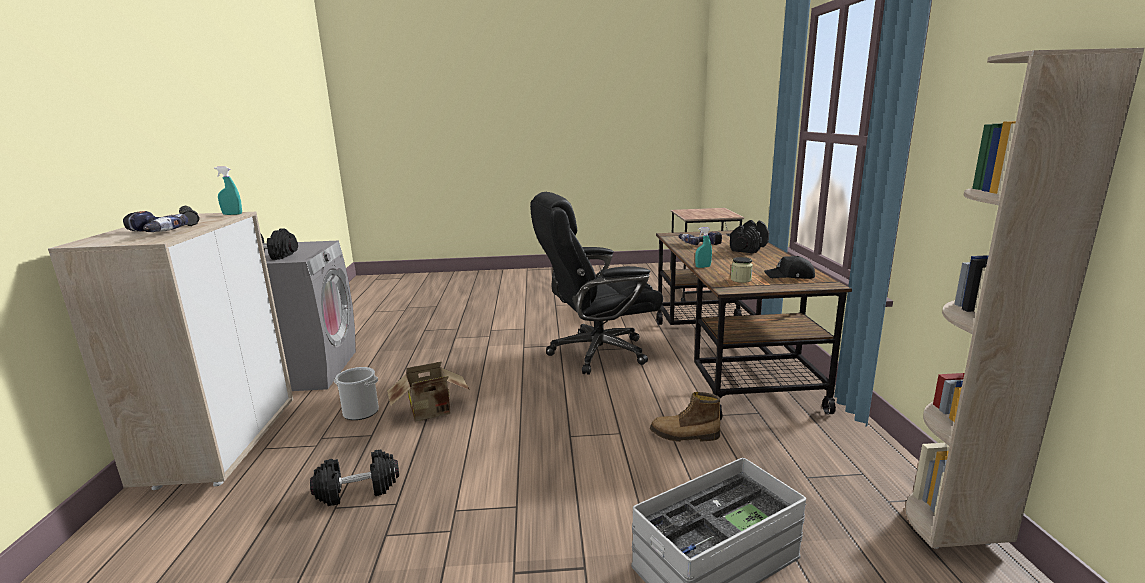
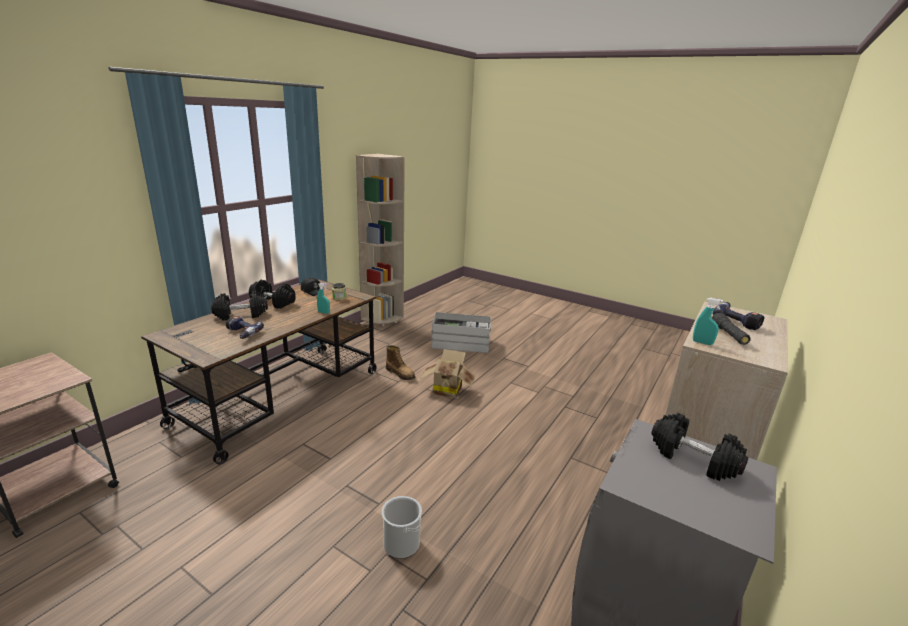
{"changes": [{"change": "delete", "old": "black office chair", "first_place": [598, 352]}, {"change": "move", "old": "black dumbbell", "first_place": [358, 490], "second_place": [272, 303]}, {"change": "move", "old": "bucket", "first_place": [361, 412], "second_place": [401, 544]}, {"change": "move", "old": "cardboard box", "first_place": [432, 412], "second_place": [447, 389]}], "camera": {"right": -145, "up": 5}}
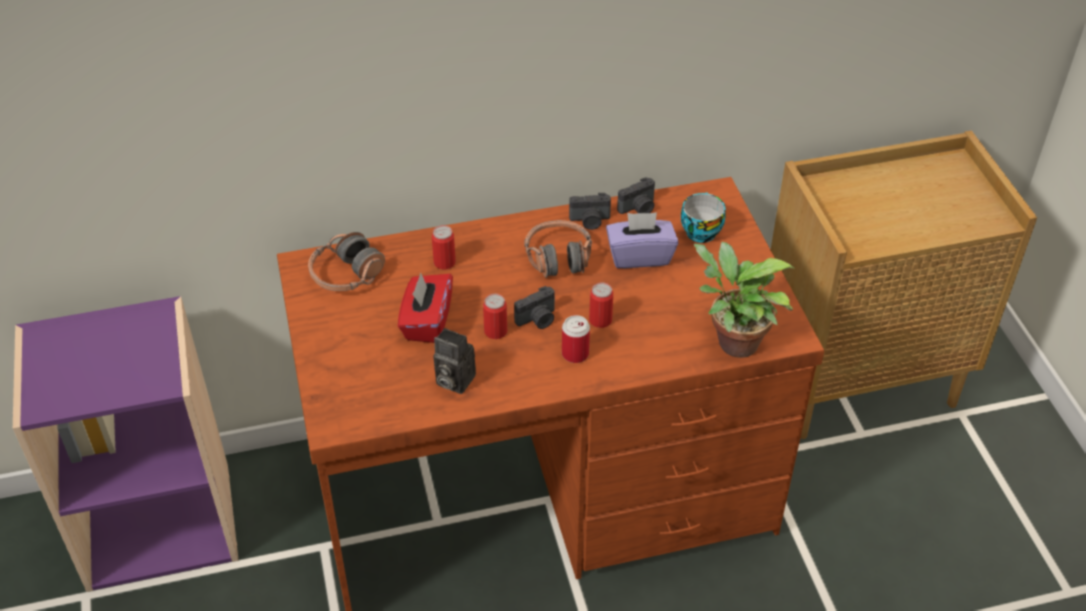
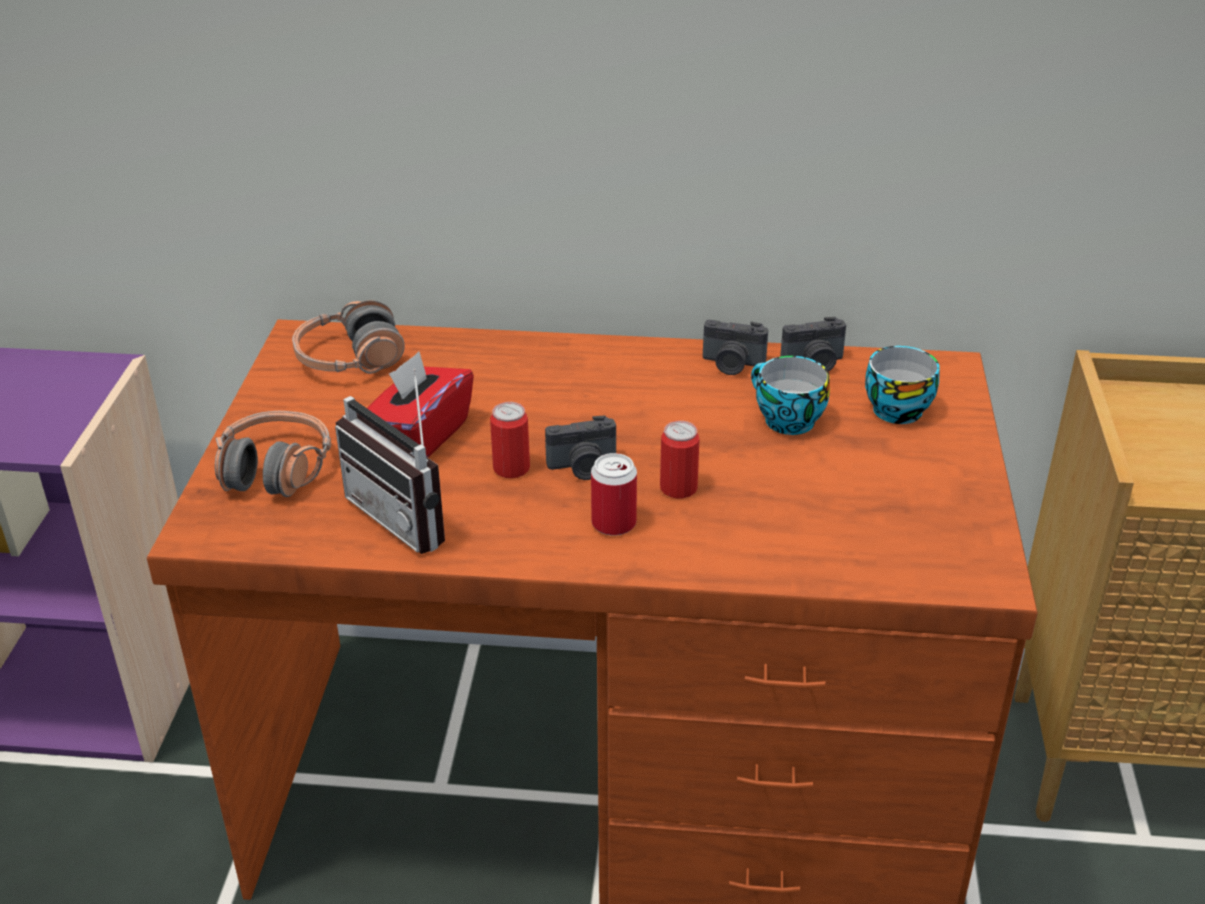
{"changes": [{"change": "delete", "old": "can", "first_place": [444, 262]}, {"change": "delete", "old": "potted plant", "first_place": [732, 342]}, {"change": "move", "old": "headphones", "first_place": [558, 257], "second_place": [274, 469]}, {"change": "replace", "old": "photo camera", "new": "radio", "first_place": [452, 380], "second_place": [408, 515]}, {"change": "replace", "old": "purple tissue box", "new": "cup", "first_place": [640, 256], "second_place": [785, 420]}], "camera": {"right": 20, "up": -10}}
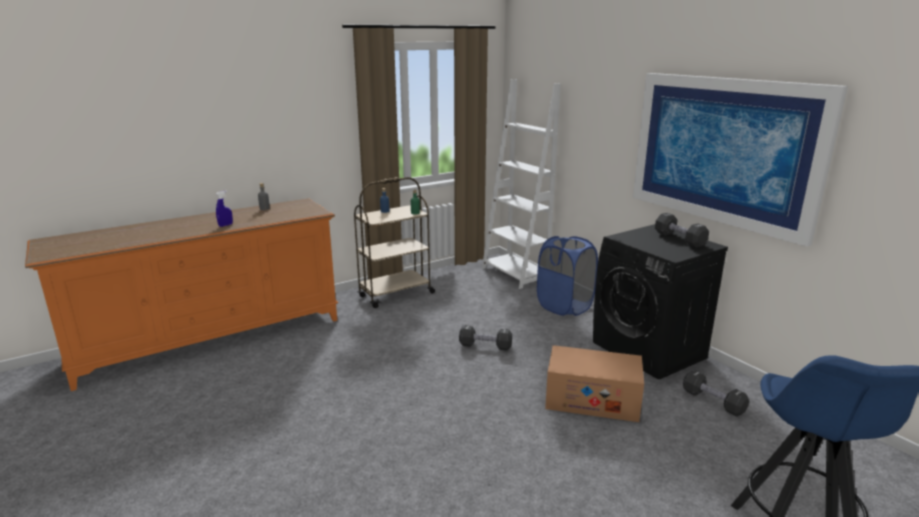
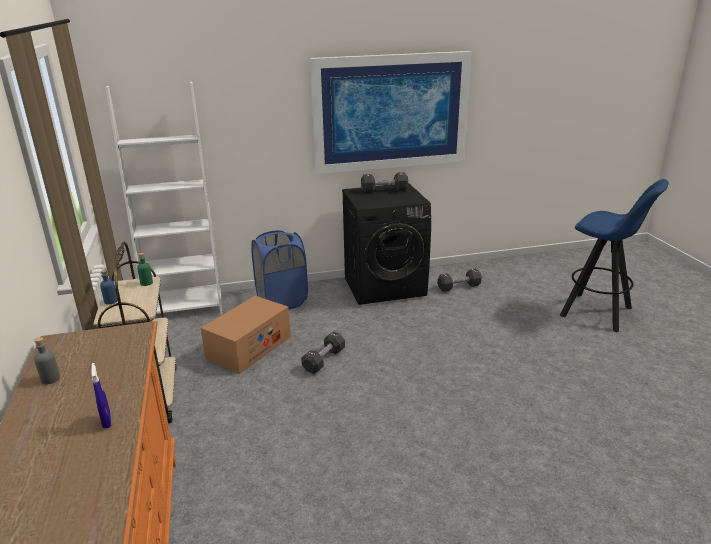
{"changes": [{"change": "move", "old": "cardboard box", "first_place": [592, 400], "second_place": [249, 348]}], "camera": {"right": -70, "up": 5}}
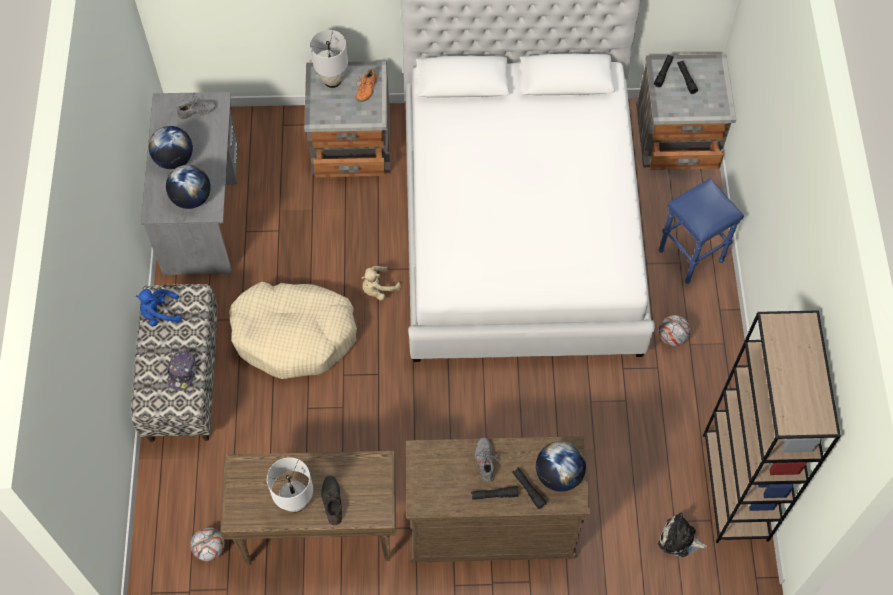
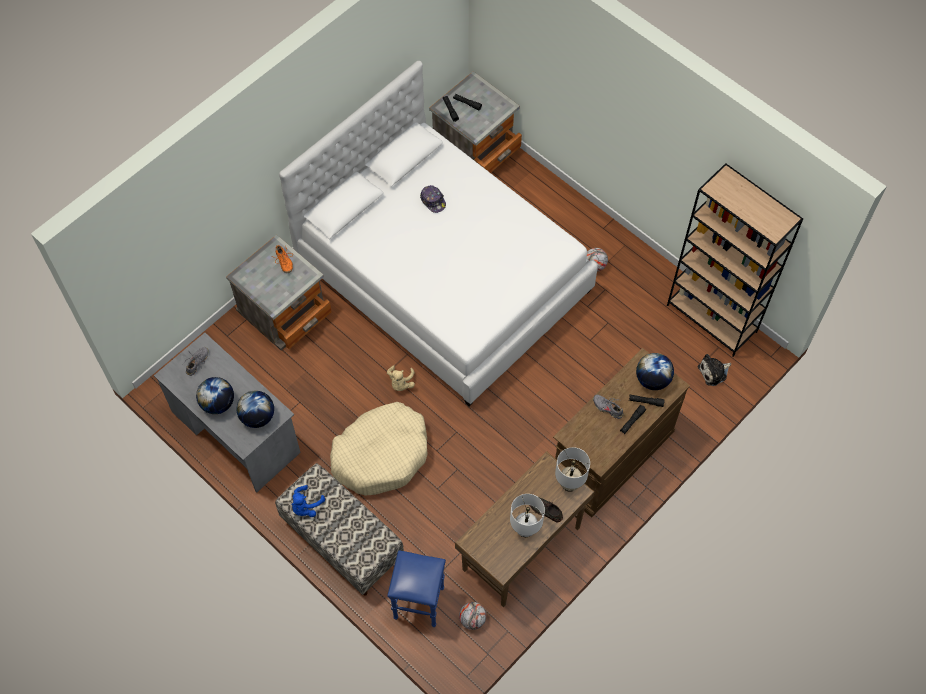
{"changes": [{"change": "move", "old": "cap", "first_place": [183, 373], "second_place": [433, 201]}, {"change": "move", "old": "white table lamp", "first_place": [332, 80], "second_place": [569, 483]}, {"change": "move", "old": "blue stool", "first_place": [690, 257], "second_place": [419, 604]}], "camera": {"right": -45, "up": 0}}
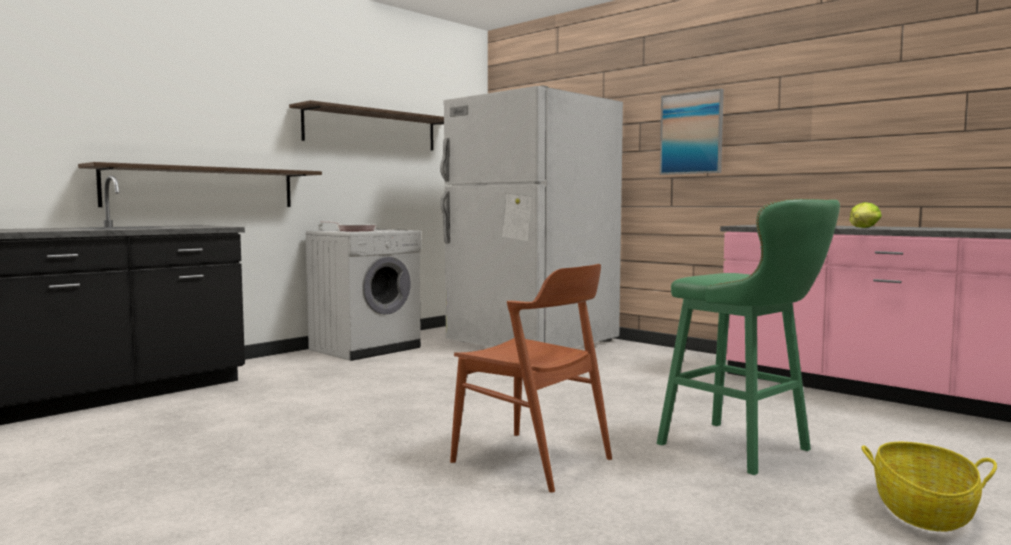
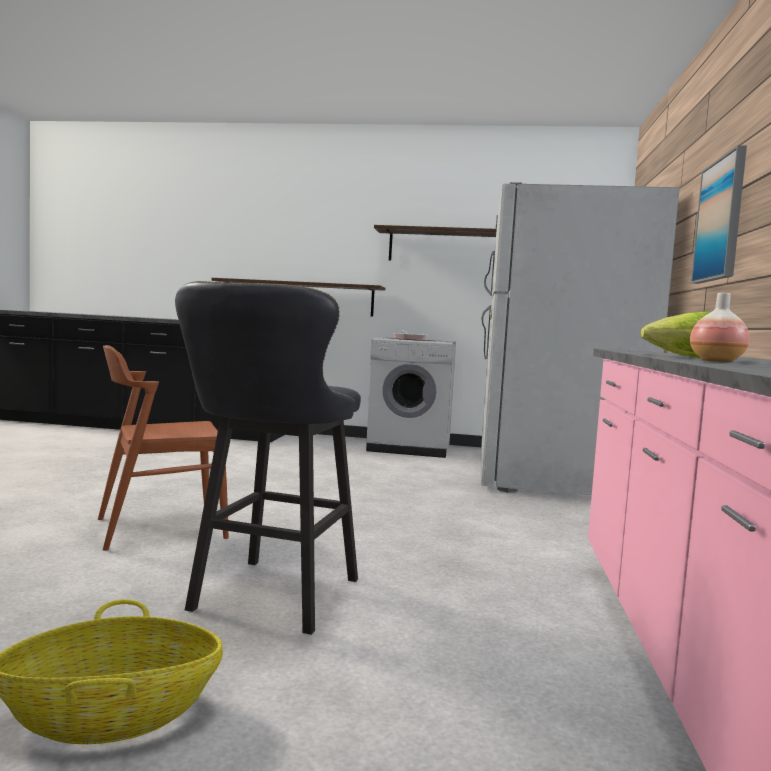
{"changes": [{"change": "insert", "new": "vase", "second_place": [716, 361]}, {"change": "recolor", "old": "green stool", "new": "black stool", "first_place": [748, 451], "second_place": [267, 602]}, {"change": "rotate", "old": "brown chair", "first_place": [532, 460], "second_place": [160, 528], "degrees": 60}], "camera": {"right": 55, "up": 0}}
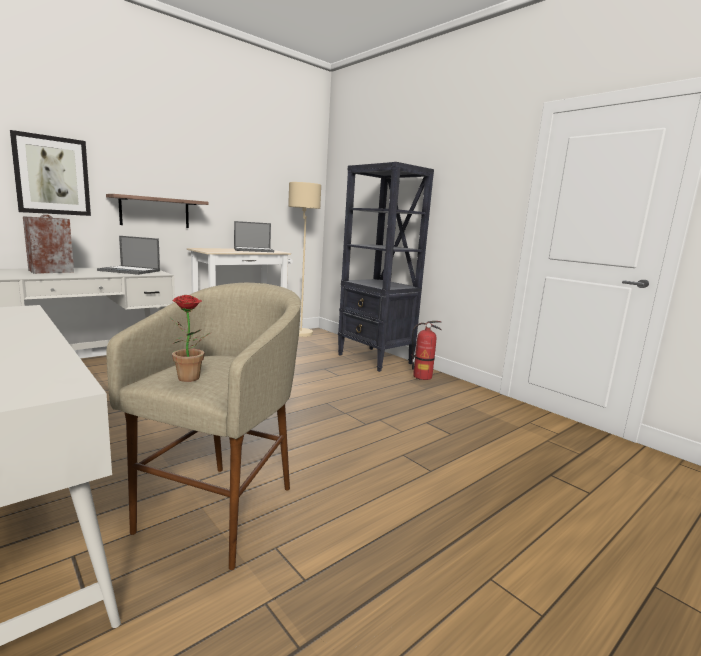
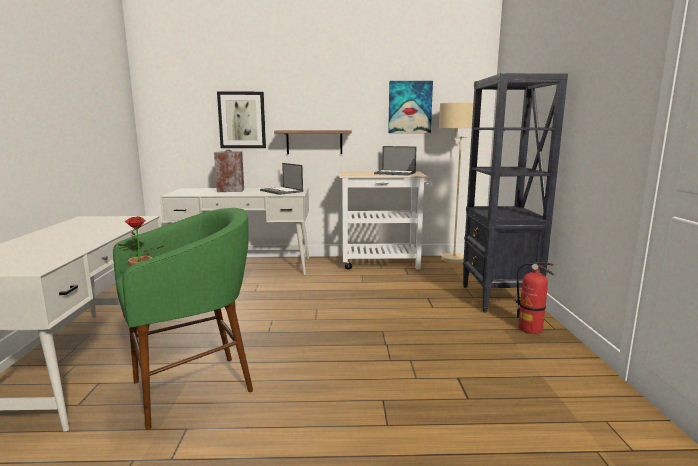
{"changes": [{"change": "insert", "new": "picture", "second_place": [410, 107]}, {"change": "recolor", "old": "beige stool", "new": "green stool", "first_place": [221, 510], "second_place": [194, 388]}], "camera": {"right": 40, "up": 0}}
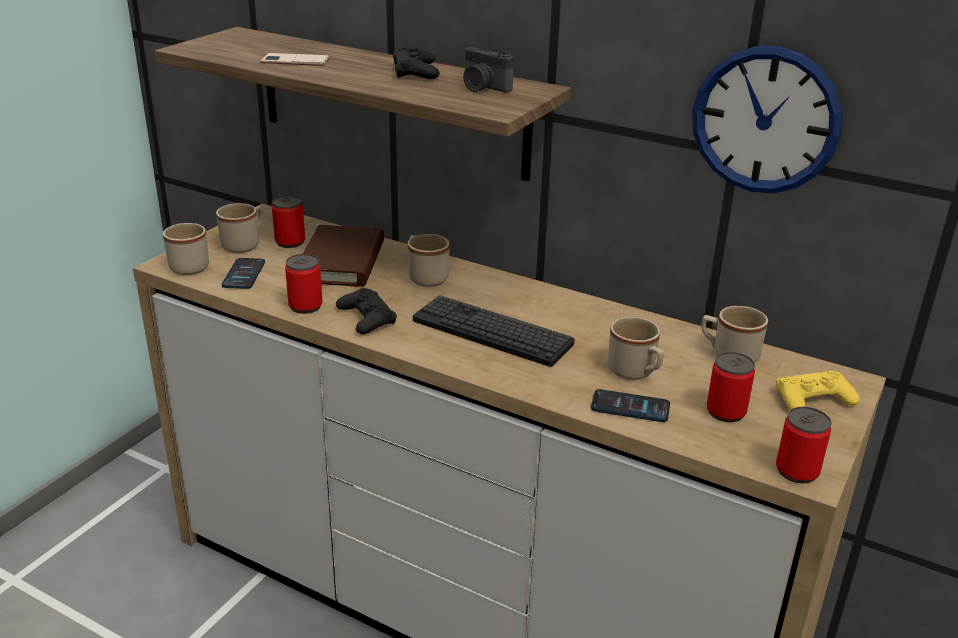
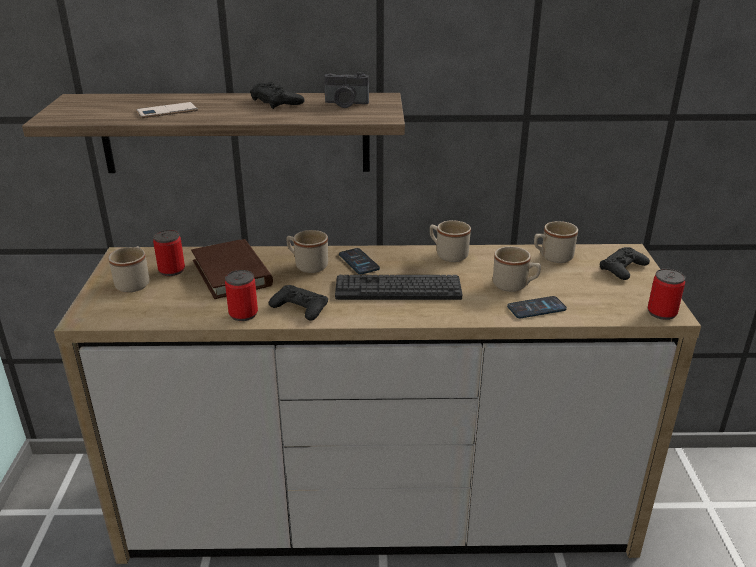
{"changes": [{"change": "delete", "old": "wall clock", "first_place": [765, 120]}, {"change": "delete", "old": "can", "first_place": [726, 412]}, {"change": "move", "old": "beige mug", "first_place": [188, 265], "second_place": [447, 254]}, {"change": "move", "old": "phone", "first_place": [244, 274], "second_place": [359, 262]}, {"change": "recolor", "old": "yellow game controller", "new": "black game controller", "first_place": [813, 399], "second_place": [623, 268]}], "camera": {"right": -30, "up": 0}}
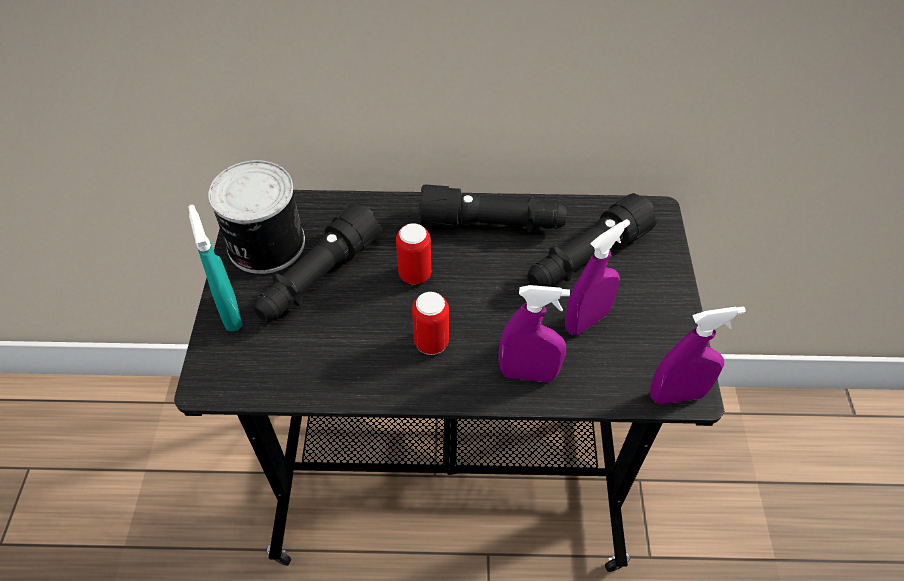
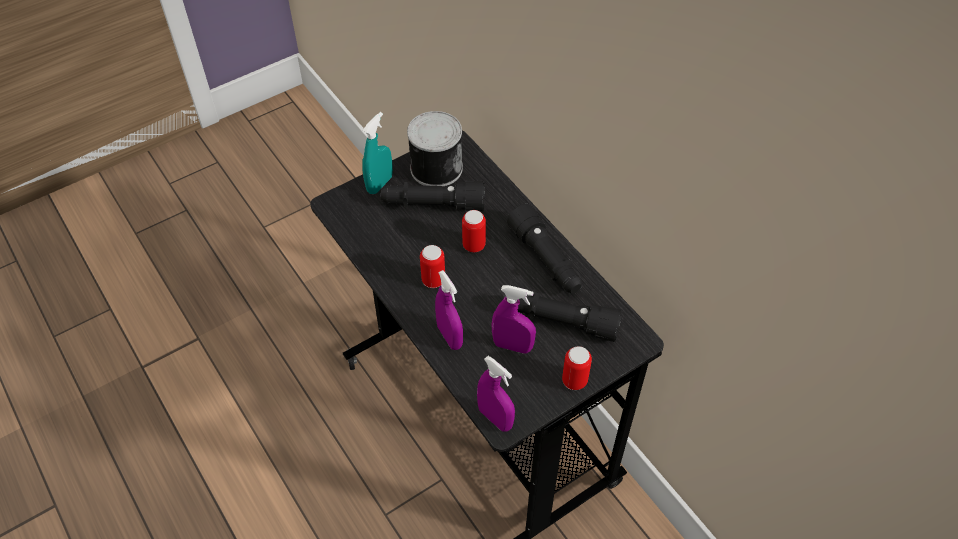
{"changes": [{"change": "insert", "new": "can", "second_place": [574, 381]}], "camera": {"right": 55, "up": 0}}
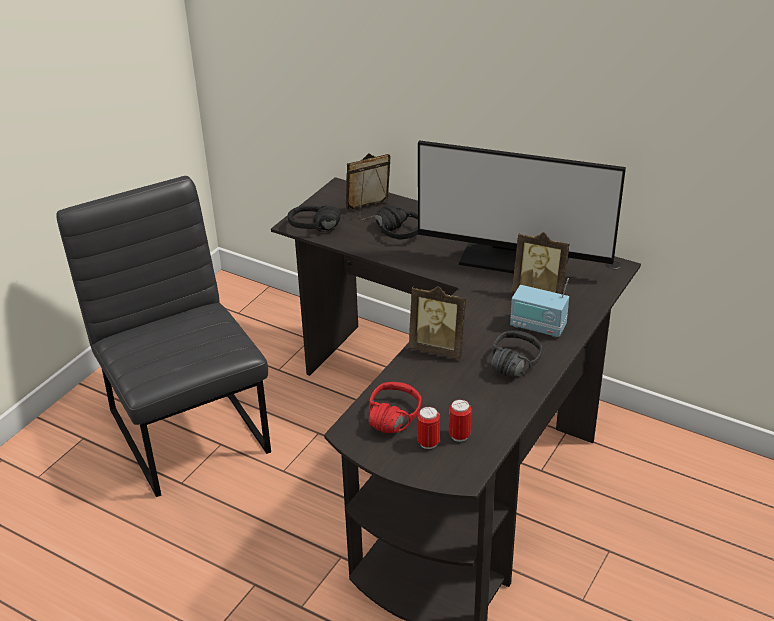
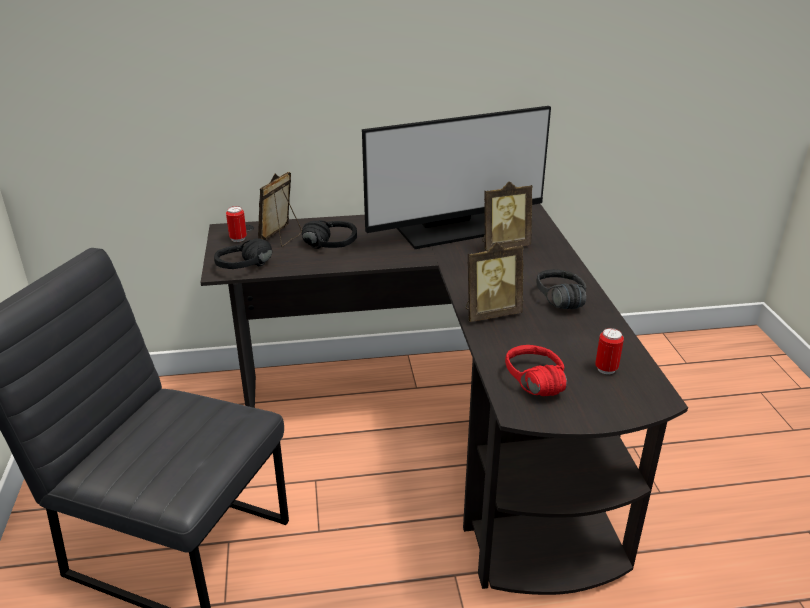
{"changes": [{"change": "delete", "old": "radio", "first_place": [537, 327]}, {"change": "move", "old": "can", "first_place": [428, 443], "second_place": [238, 239]}], "camera": {"right": -40, "up": -5}}
